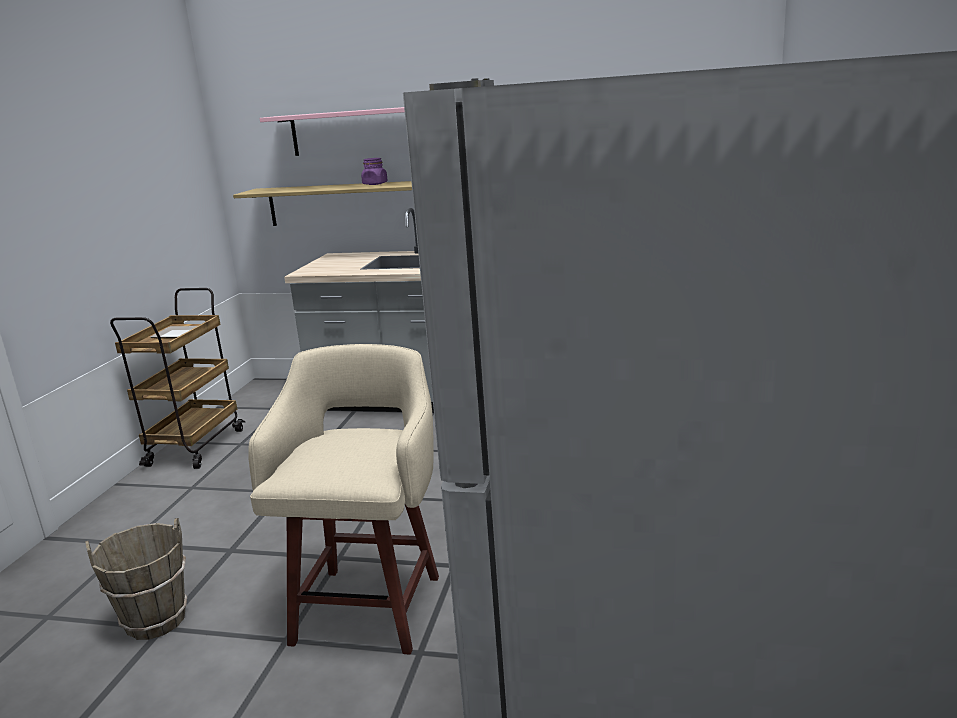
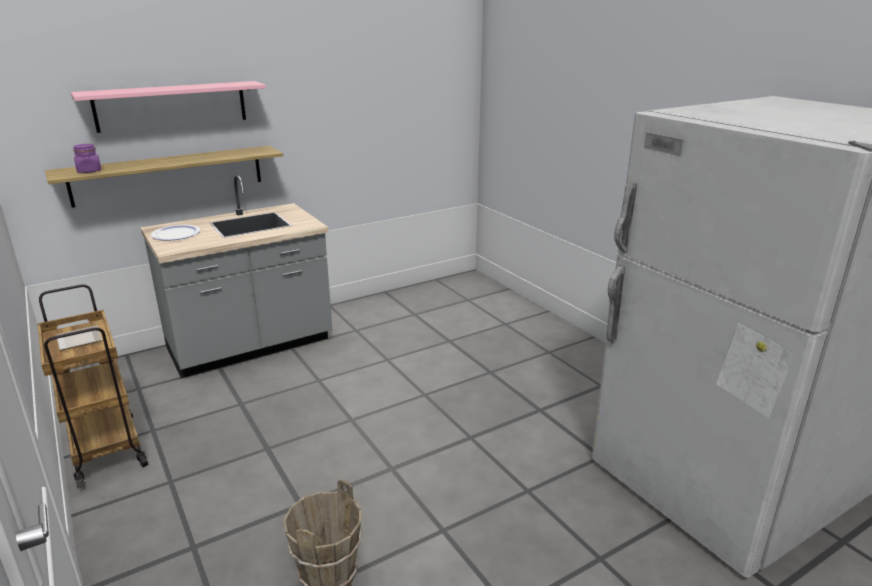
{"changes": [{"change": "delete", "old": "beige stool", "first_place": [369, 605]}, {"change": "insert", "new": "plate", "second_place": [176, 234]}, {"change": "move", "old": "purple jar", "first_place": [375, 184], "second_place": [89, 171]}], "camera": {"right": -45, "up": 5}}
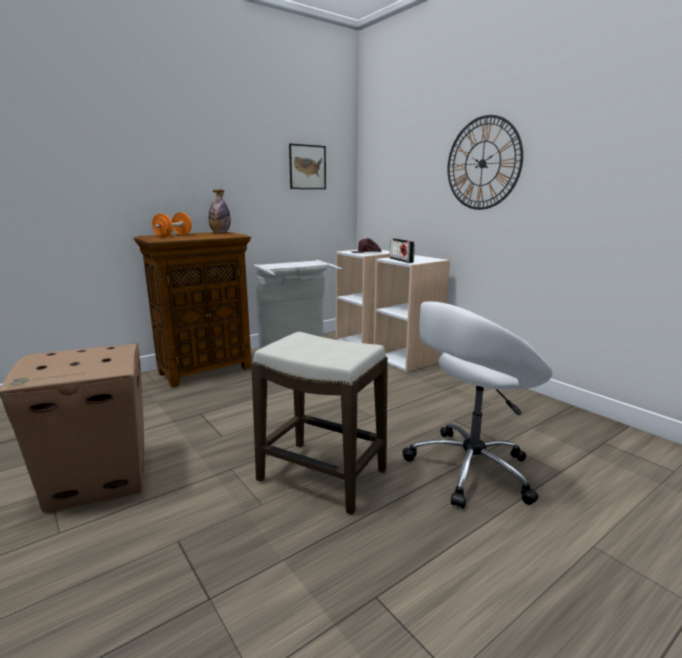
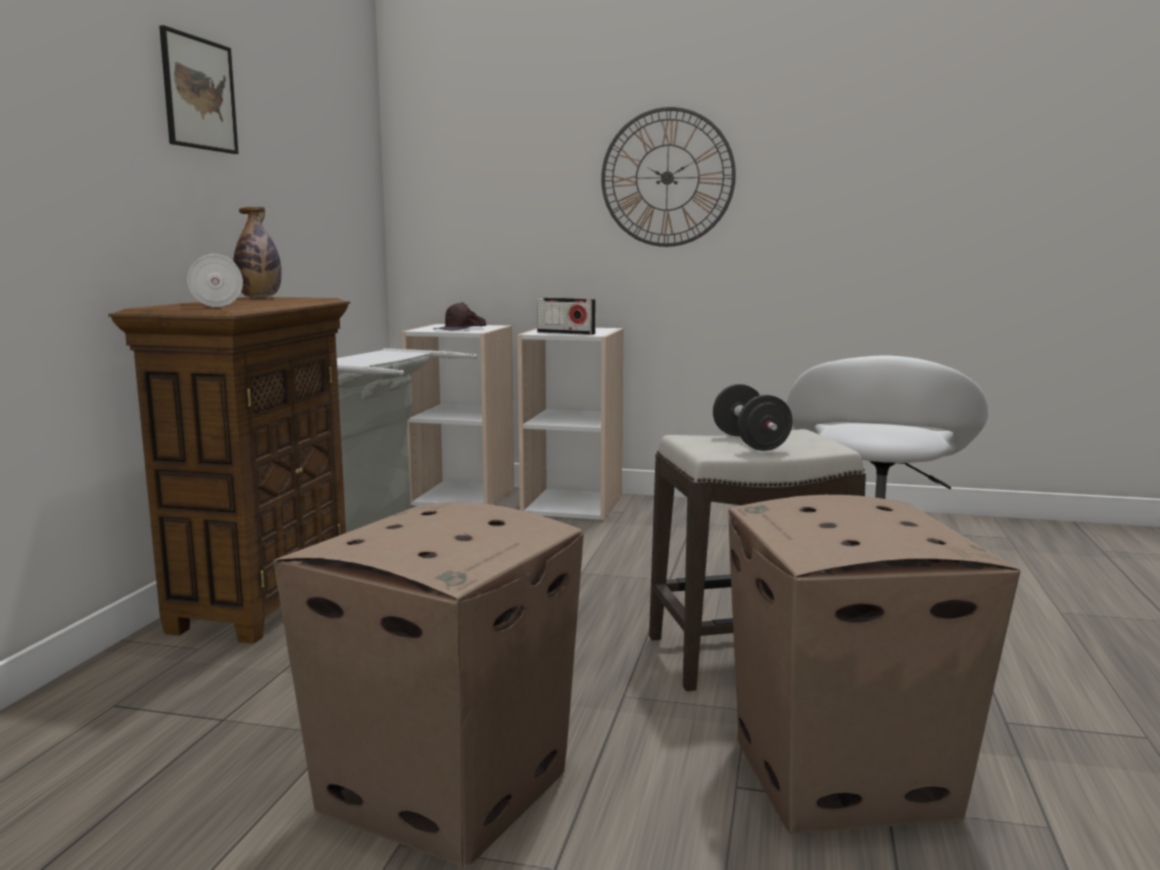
{"changes": [{"change": "insert", "new": "black dumbbell", "second_place": [750, 442]}, {"change": "insert", "new": "cardboard box", "second_place": [844, 778]}, {"change": "move", "old": "picture", "first_place": [307, 167], "second_place": [199, 94]}, {"change": "recolor", "old": "orange dumbbell", "new": "white dumbbell", "first_place": [173, 236], "second_place": [217, 305]}], "camera": {"right": -40, "up": -5}}
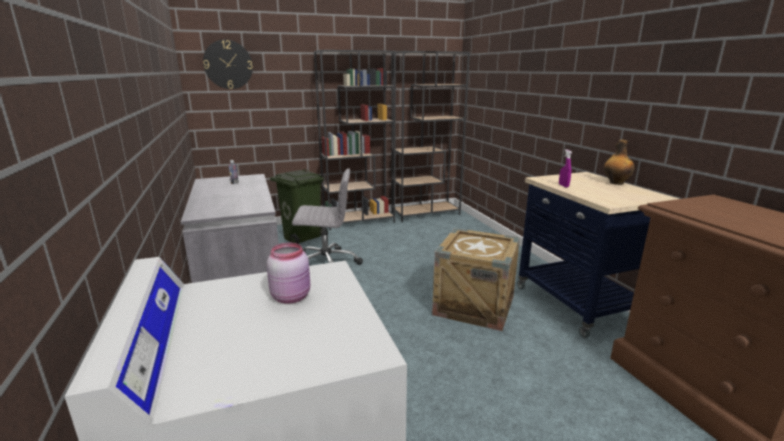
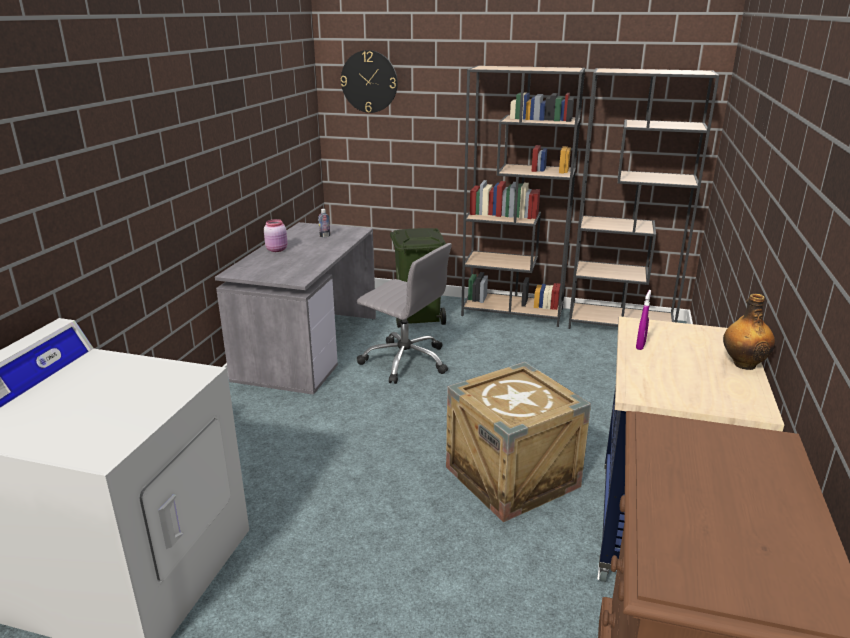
{"changes": [{"change": "move", "old": "pink jar", "first_place": [292, 296], "second_place": [277, 249]}], "camera": {"right": 35, "up": 5}}
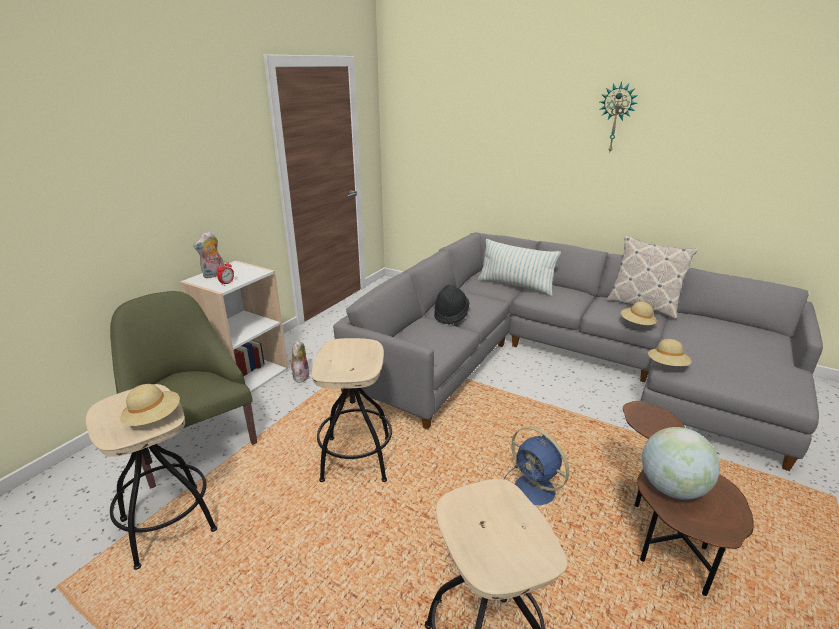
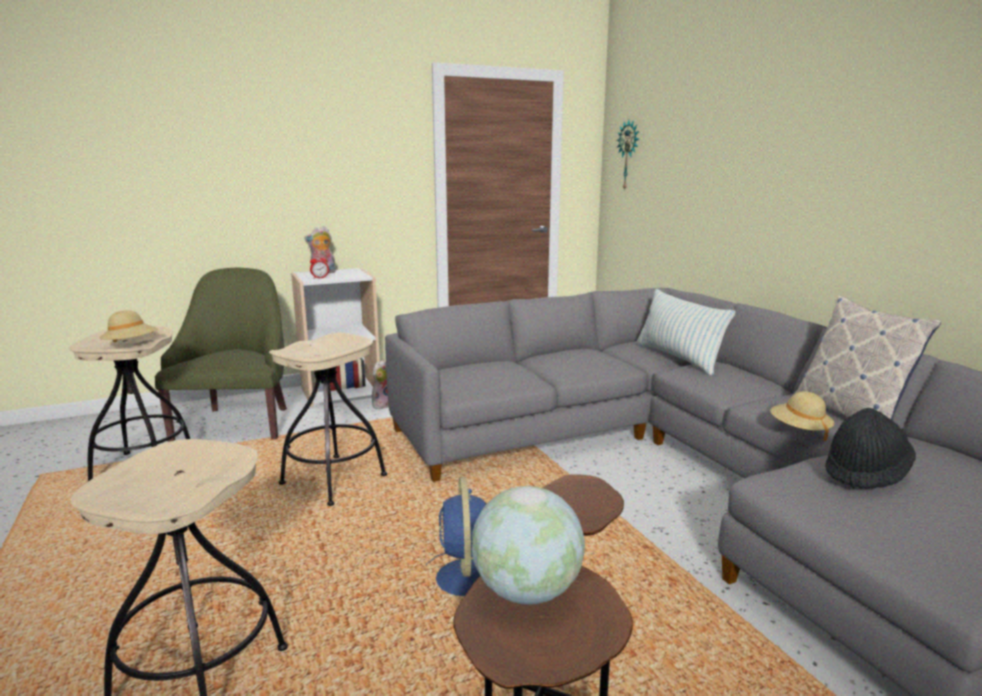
{"changes": [{"change": "delete", "old": "beige hat", "first_place": [667, 365]}, {"change": "move", "old": "black hat", "first_place": [451, 315], "second_place": [865, 473]}, {"change": "move", "old": "wall clock", "first_place": [616, 118], "second_place": [629, 155]}], "camera": {"right": 35, "up": -10}}
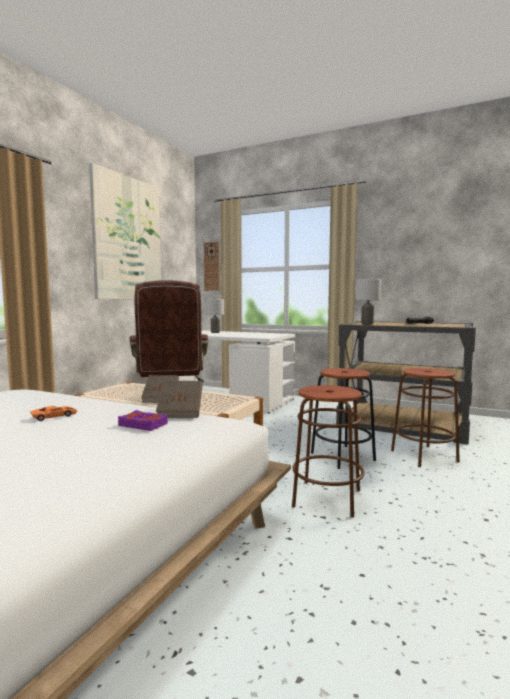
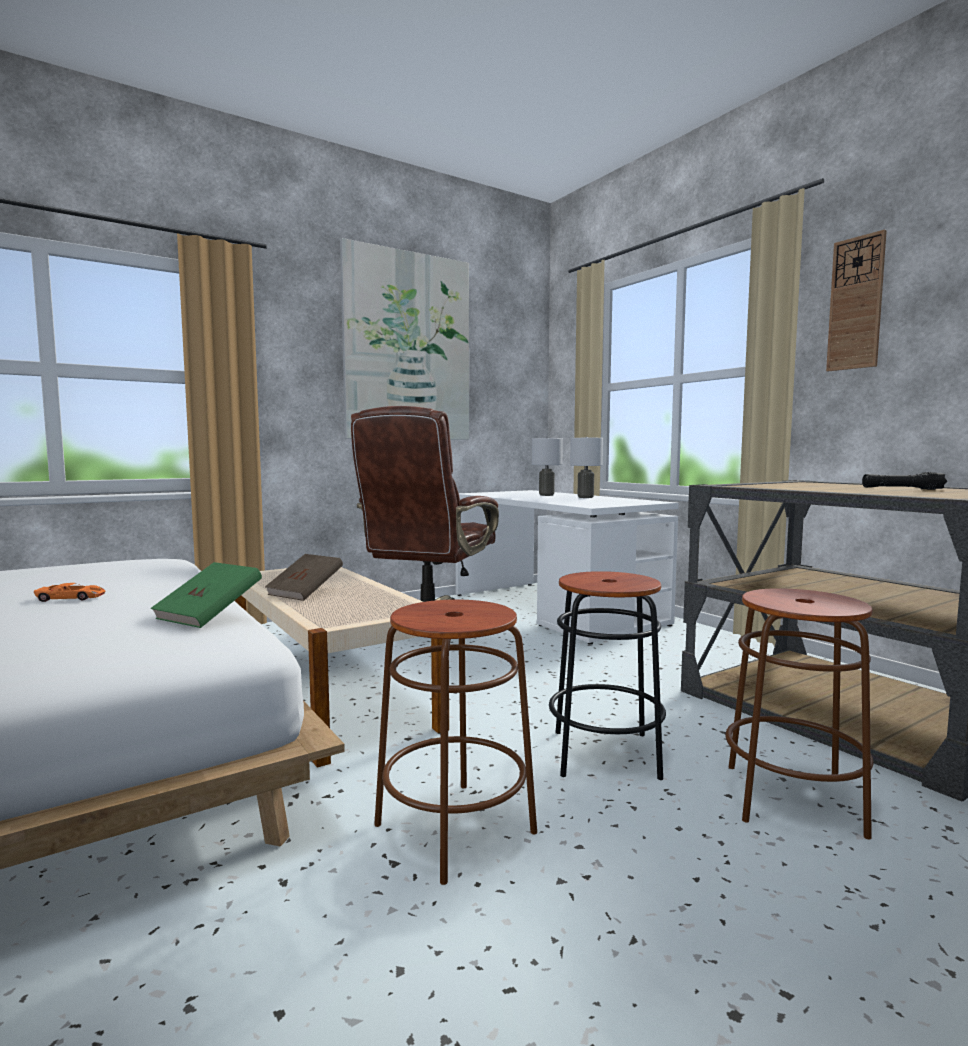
{"changes": [{"change": "delete", "old": "purple book", "first_place": [143, 424]}, {"change": "move", "old": "wall clock", "first_place": [212, 266], "second_place": [856, 303]}, {"change": "move", "old": "white table lamp", "first_place": [368, 324], "second_place": [586, 497]}, {"change": "recolor", "old": "brown book", "new": "green book", "first_place": [180, 412], "second_place": [209, 615]}], "camera": {"right": 30, "up": 0}}
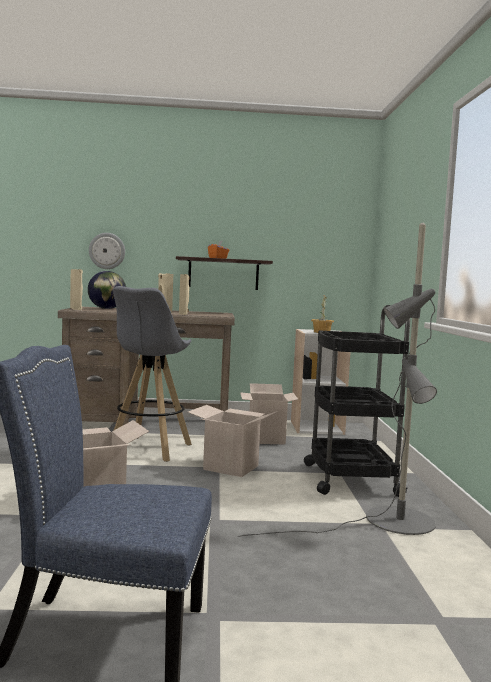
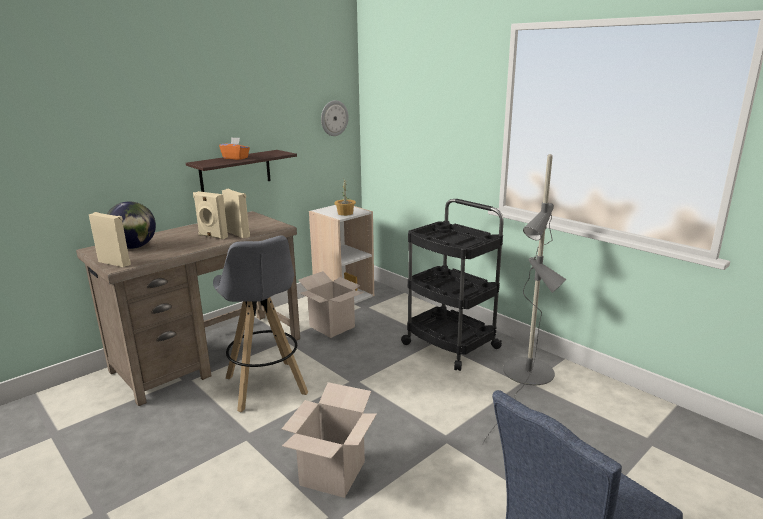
{"changes": [{"change": "delete", "old": "cardboard box", "first_place": [231, 467]}, {"change": "move", "old": "wall clock", "first_place": [107, 251], "second_place": [334, 118]}], "camera": {"right": -40, "up": 15}}
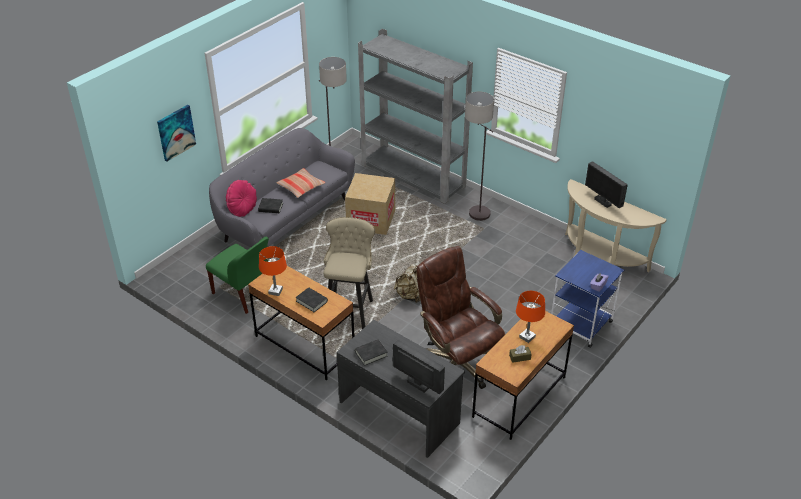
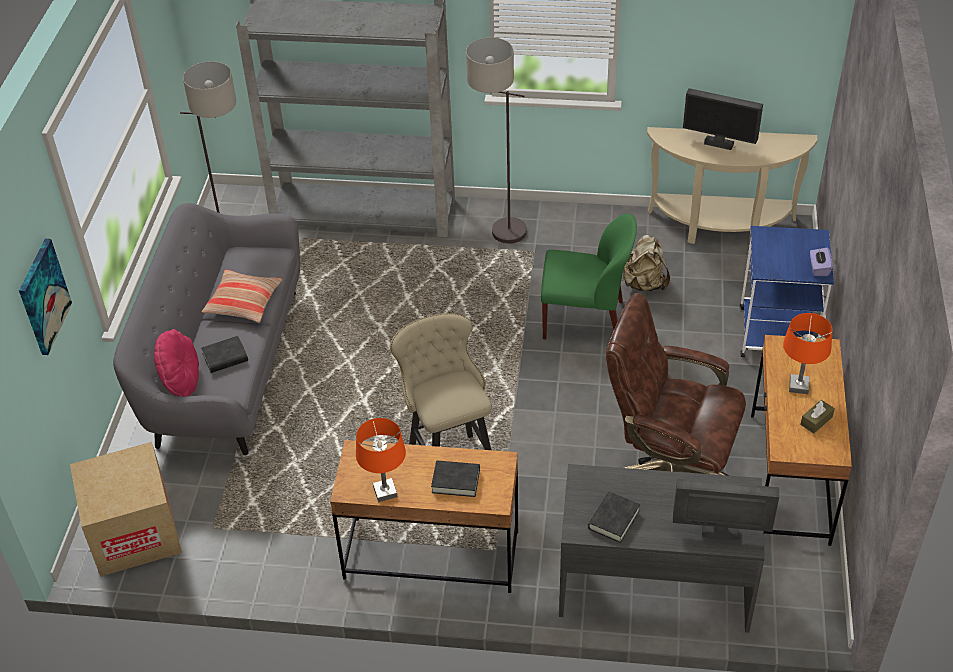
{"changes": [{"change": "move", "old": "green chair", "first_place": [244, 294], "second_place": [585, 320]}, {"change": "move", "old": "cardboard box", "first_place": [371, 220], "second_place": [134, 533]}, {"change": "move", "old": "beige backpack", "first_place": [410, 295], "second_place": [644, 284]}], "camera": {"right": -30, "up": 5}}
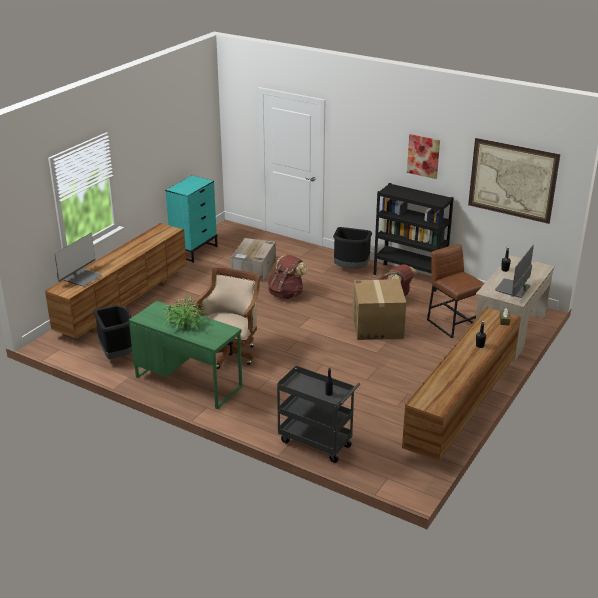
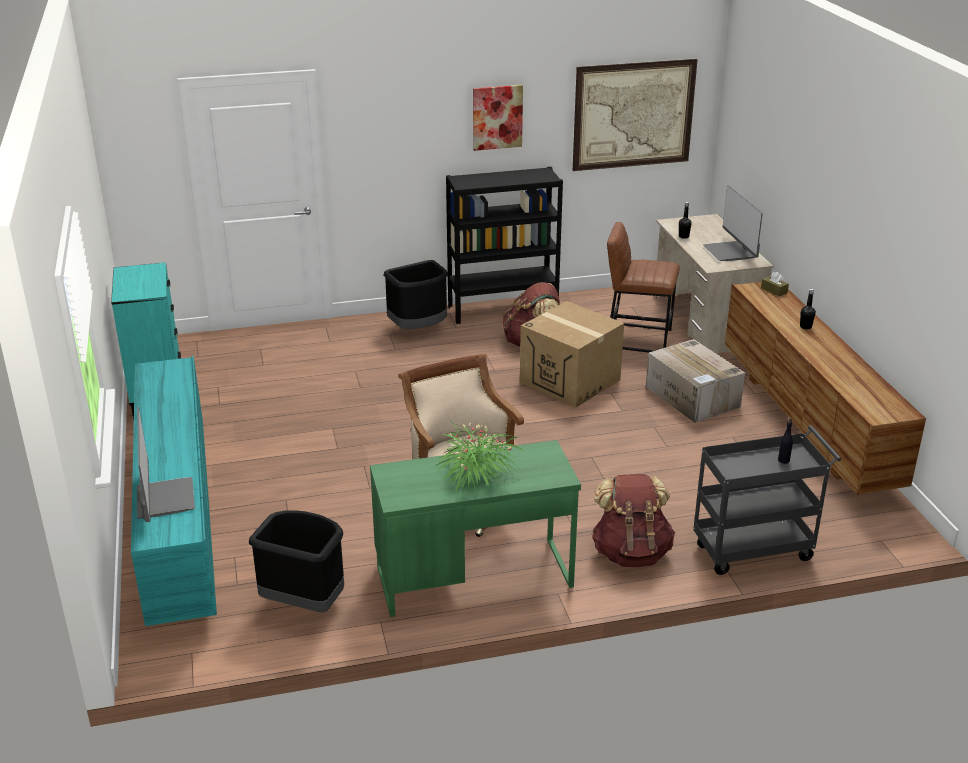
{"changes": [{"change": "move", "old": "cardboard box", "first_place": [253, 269], "second_place": [693, 397]}, {"change": "move", "old": "brown backpack", "first_place": [286, 294], "second_place": [631, 552]}, {"change": "recolor", "old": "brown cabinet", "new": "turquoise cabinet", "first_place": [123, 304], "second_place": [179, 528]}], "camera": {"right": -45, "up": 0}}
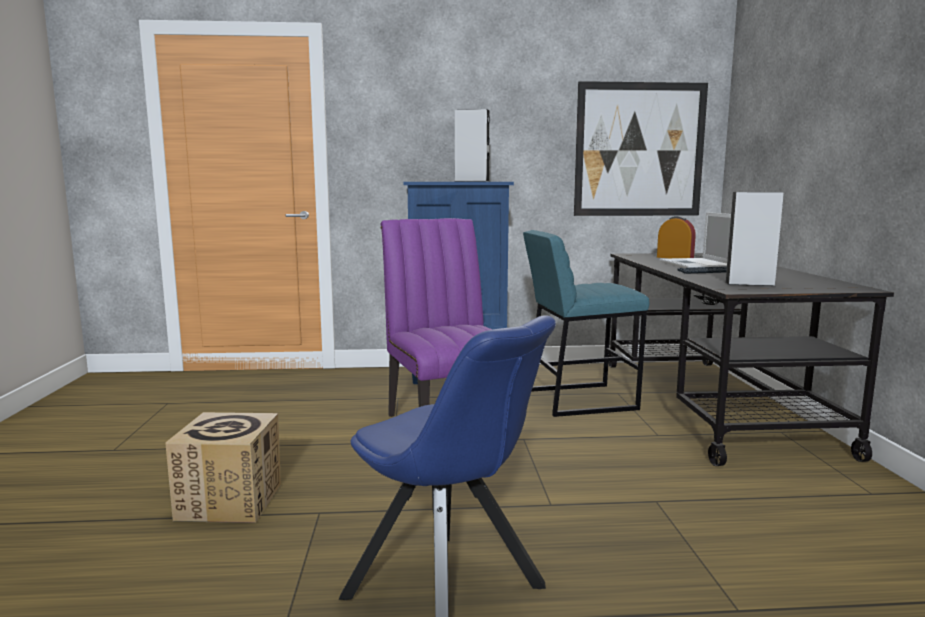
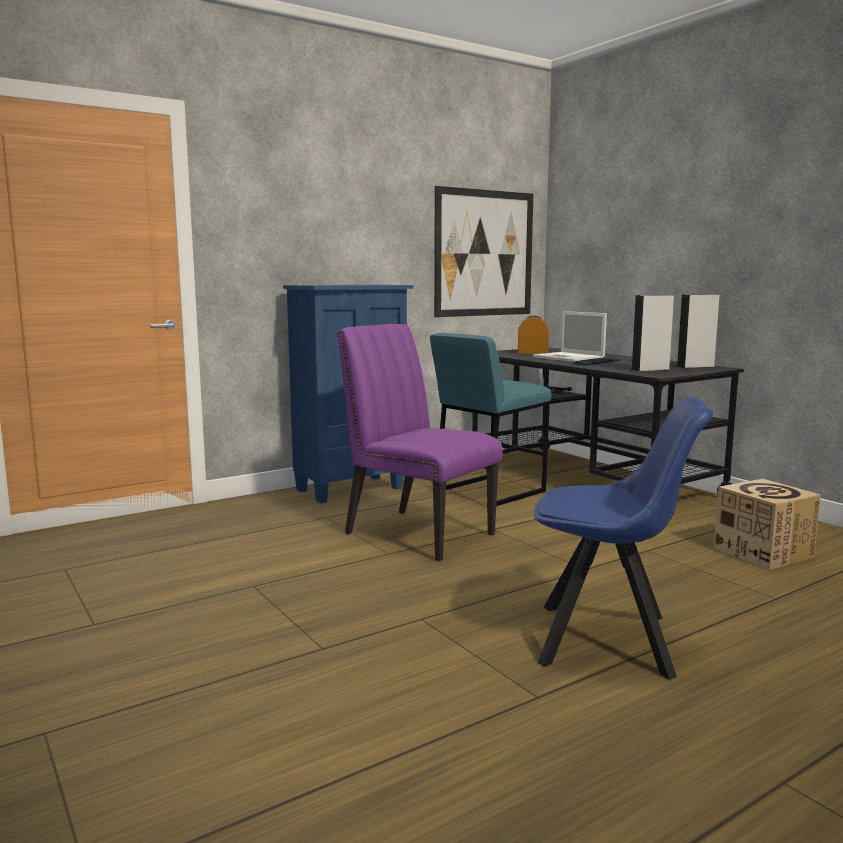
{"changes": [{"change": "move", "old": "cardboard box", "first_place": [230, 501], "second_place": [762, 553]}, {"change": "move", "old": "grey speaker", "first_place": [471, 181], "second_place": [695, 367]}], "camera": {"right": -30, "up": 0}}
